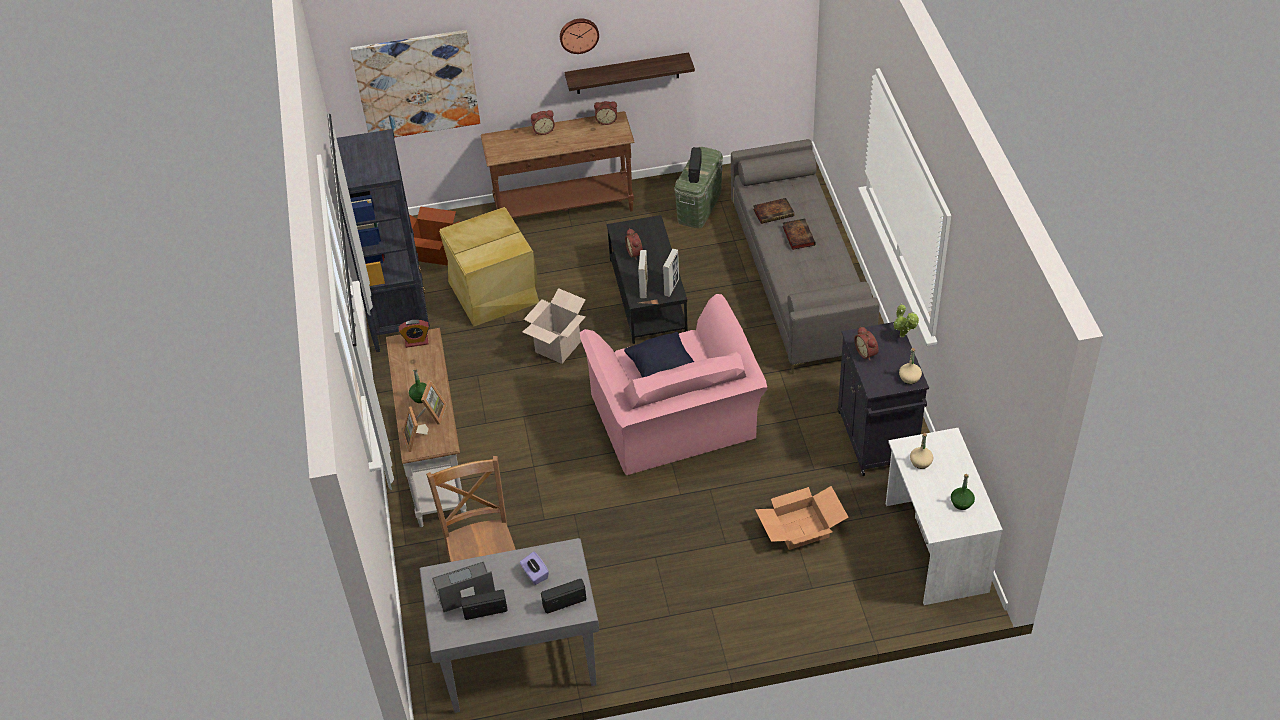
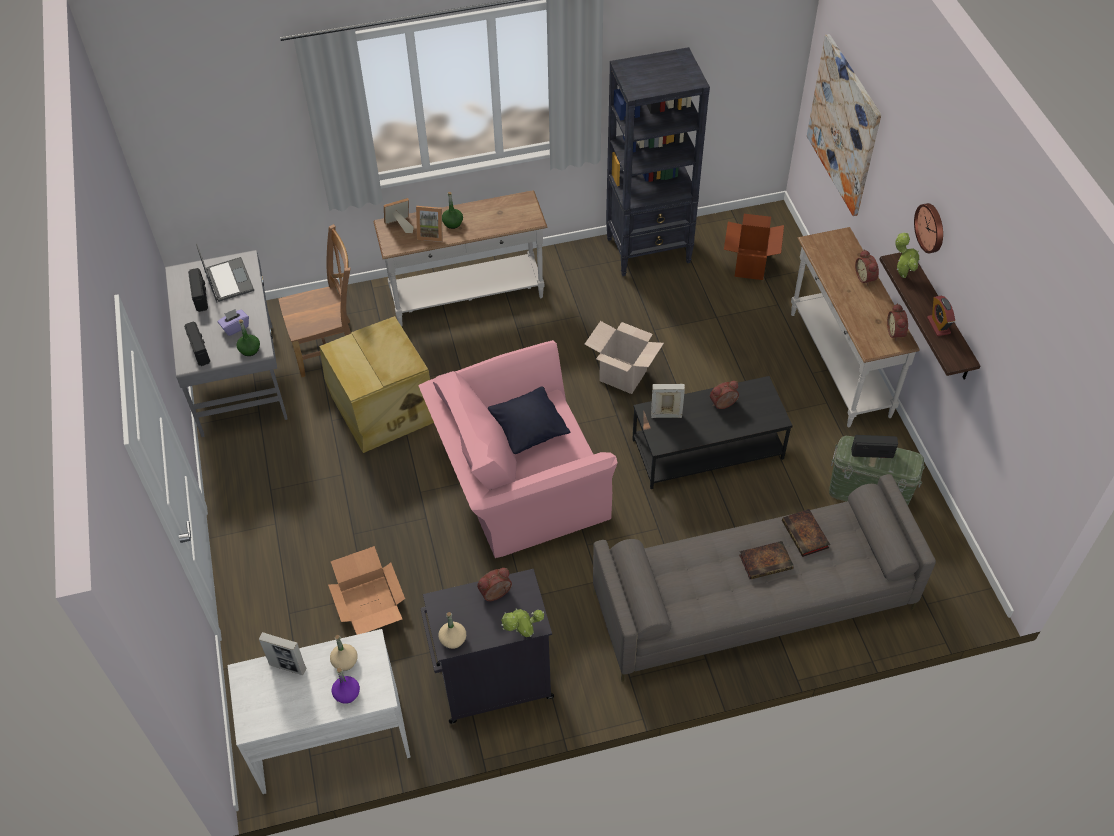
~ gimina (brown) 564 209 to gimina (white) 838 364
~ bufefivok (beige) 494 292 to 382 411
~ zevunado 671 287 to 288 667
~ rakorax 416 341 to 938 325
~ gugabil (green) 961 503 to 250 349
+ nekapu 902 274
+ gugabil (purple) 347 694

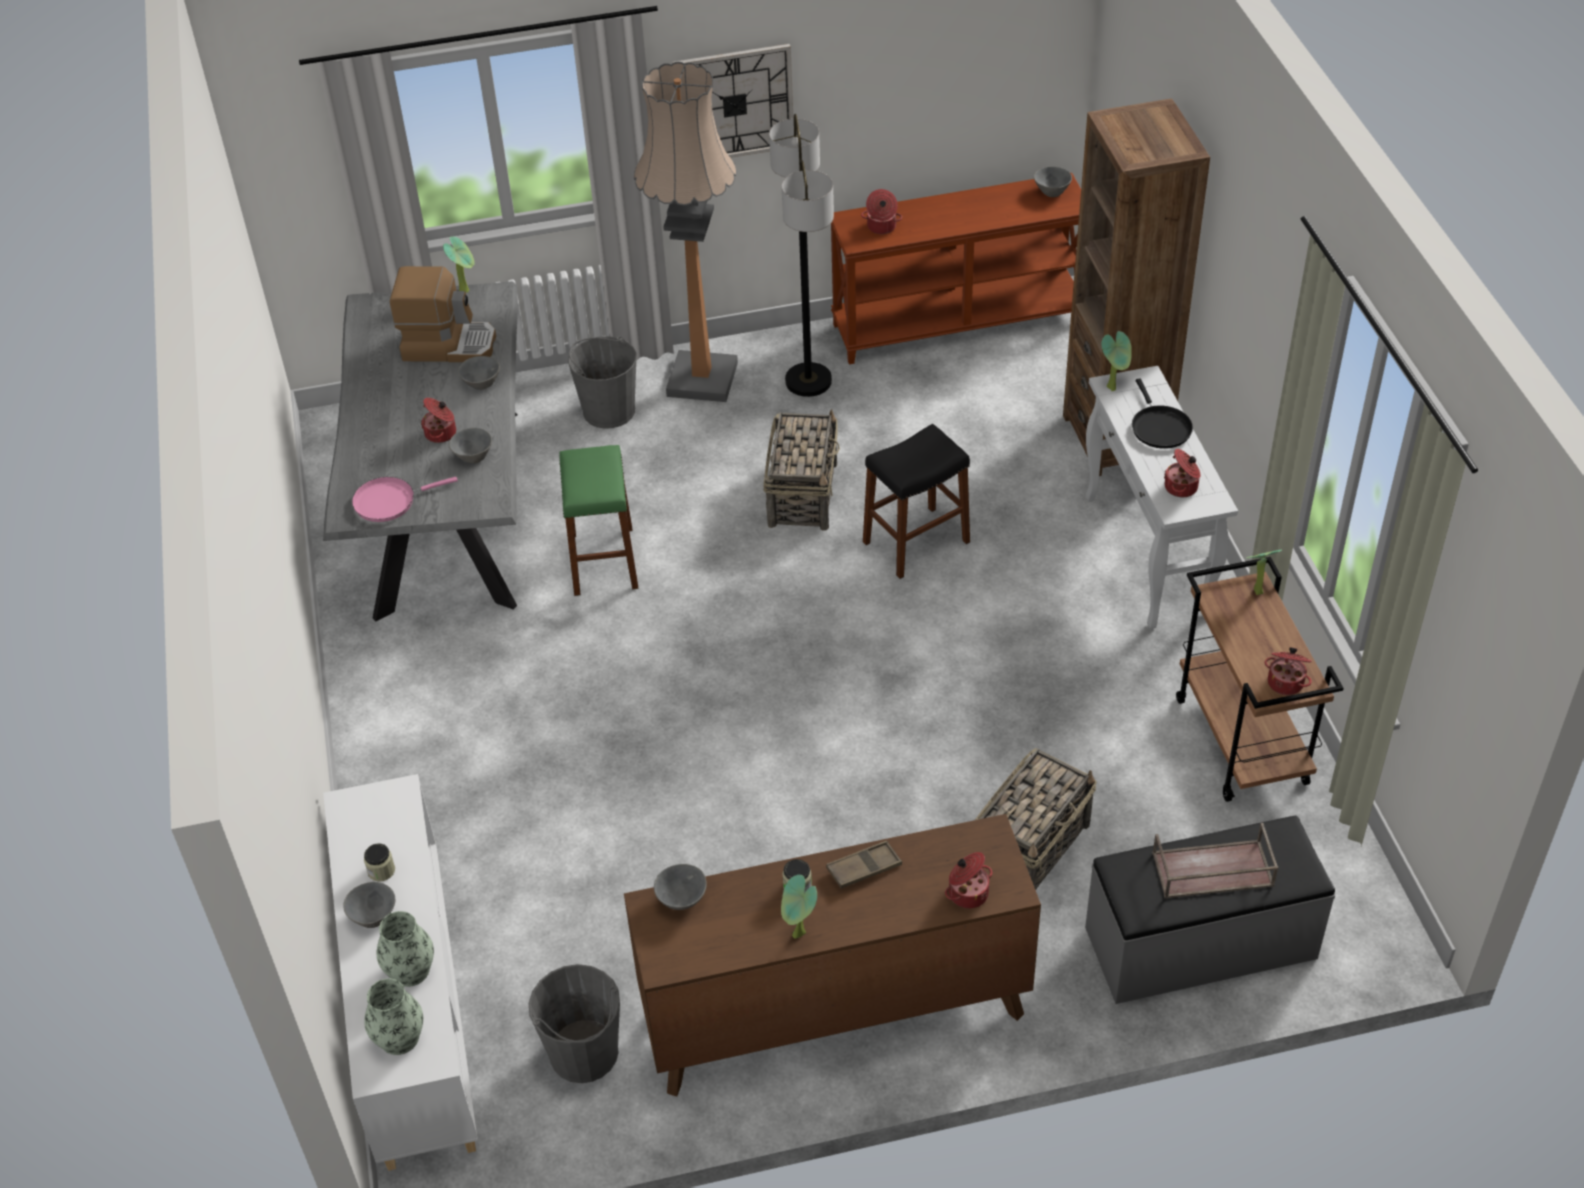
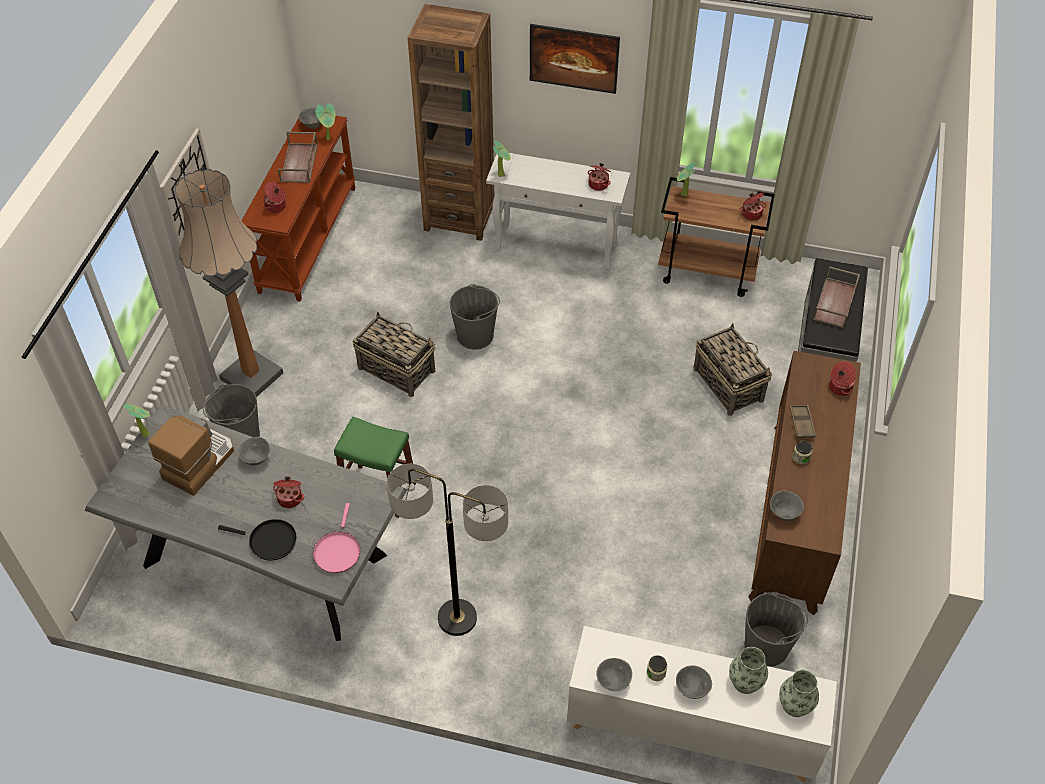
~ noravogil 808 381 to 457 618
~ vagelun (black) 1159 427 to 269 541
~ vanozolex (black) 916 542 to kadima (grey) 475 335
~ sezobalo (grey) 474 455 to 612 680
~ nekapu 799 936 to 329 138
+ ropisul 573 72
+ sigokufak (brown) 299 163

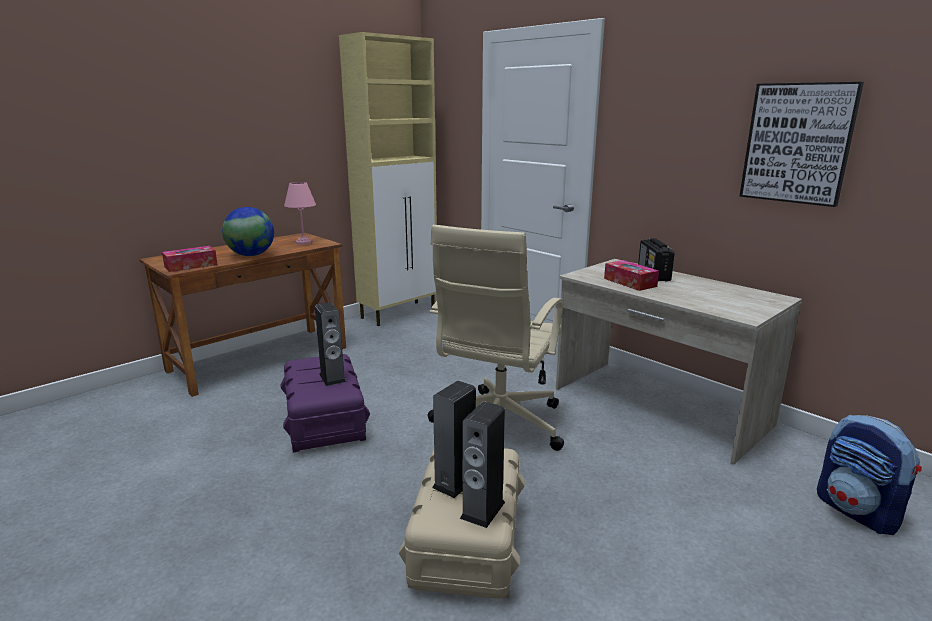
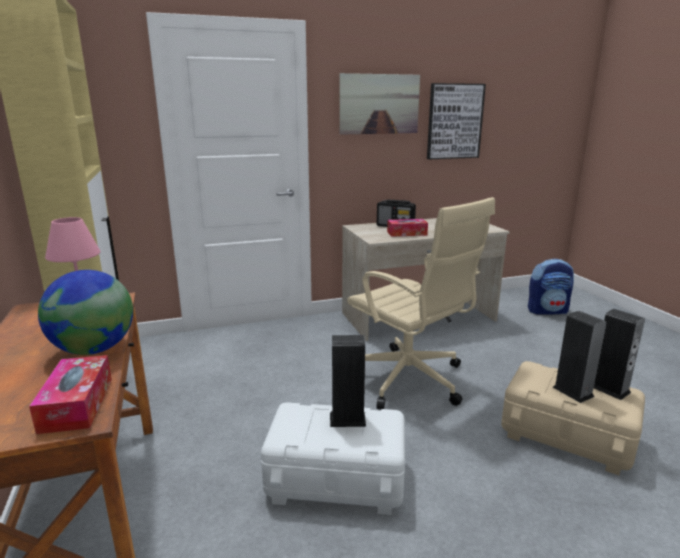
~ bufefivok (purple) 324 422 to bufefivok (white) 336 478
+ ropisul 379 104

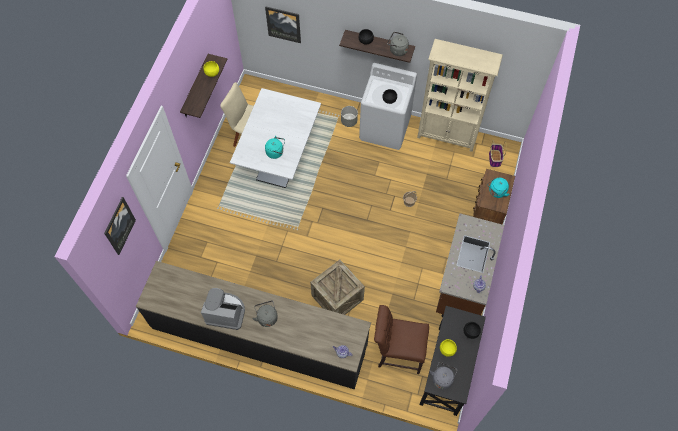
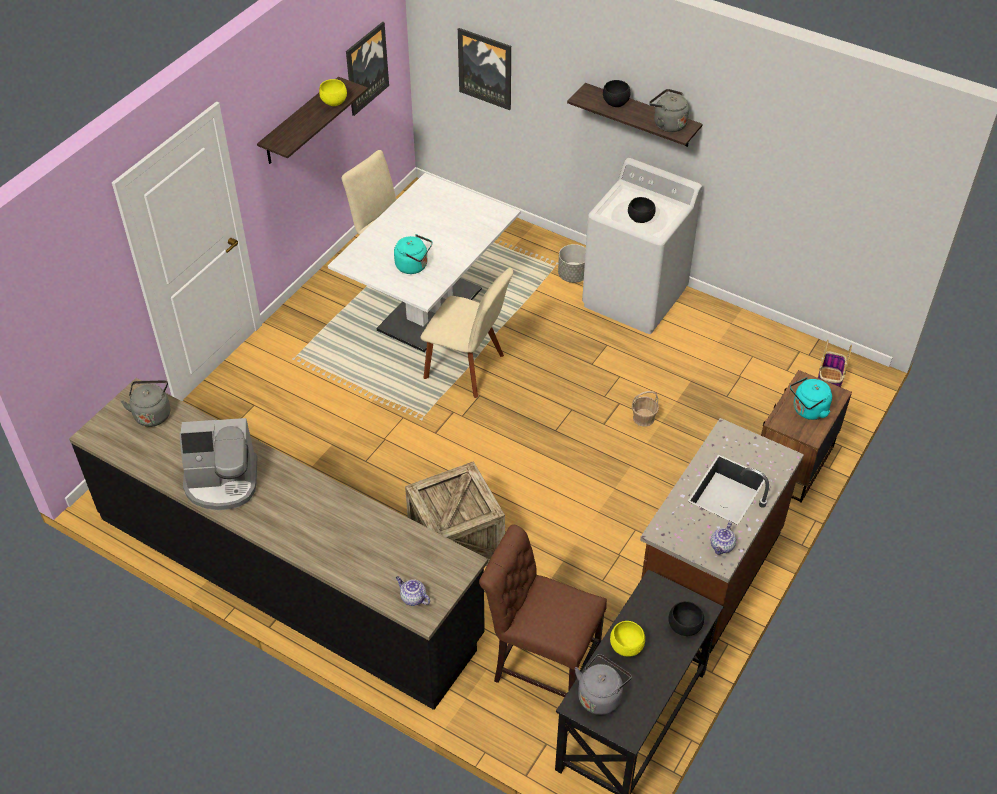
- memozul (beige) 447 136
~ ropisul 119 226 to 366 68
~ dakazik 225 312 = 222 482 150 degrees clockwise
~ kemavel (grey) 267 317 to 152 413
+ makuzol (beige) 468 368

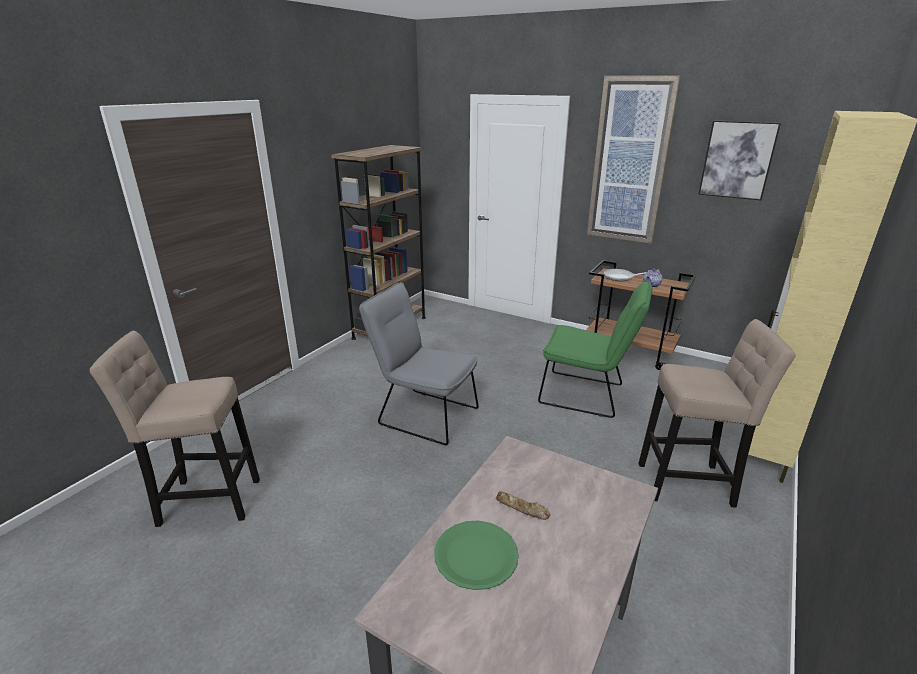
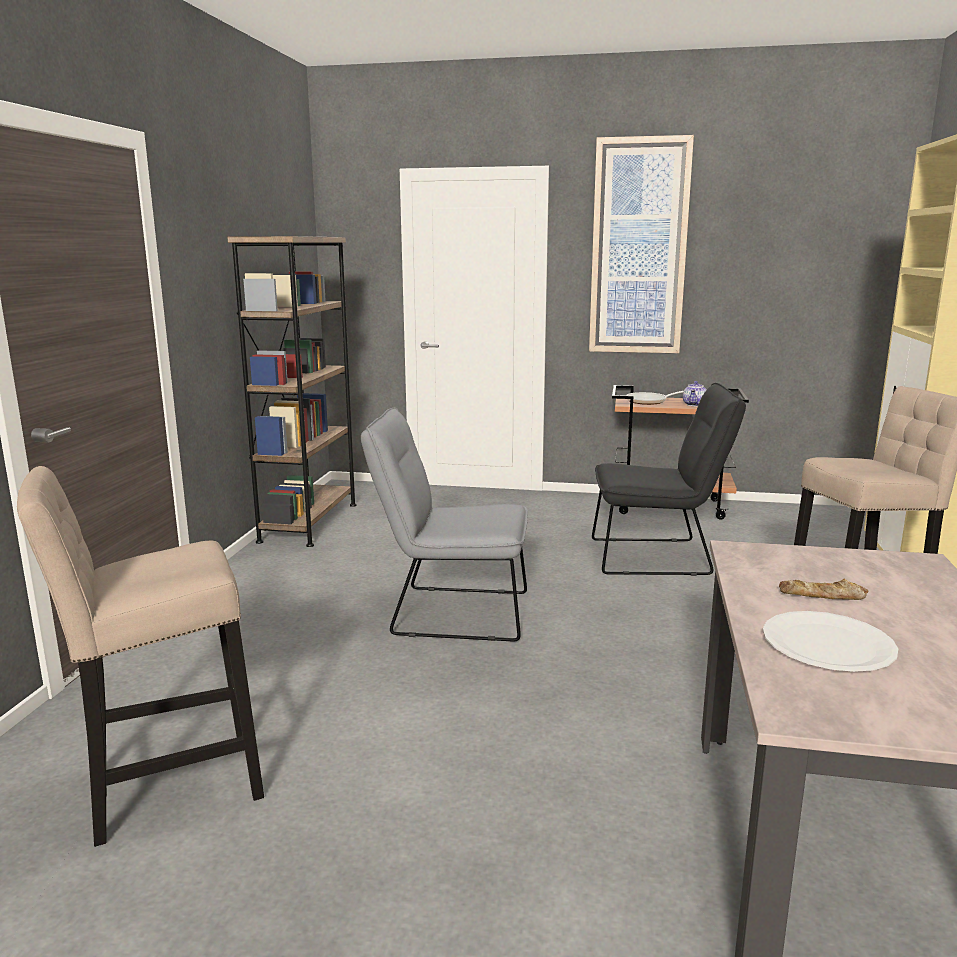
- ropisul 737 160
~ makuzol (green) 587 395 to makuzol (black) 659 557
~ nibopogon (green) 476 556 to nibopogon (white) 828 645

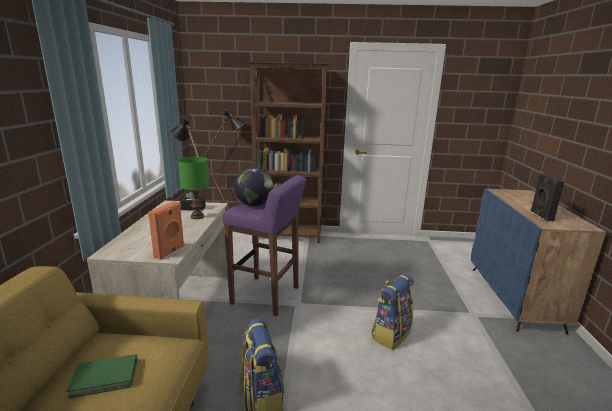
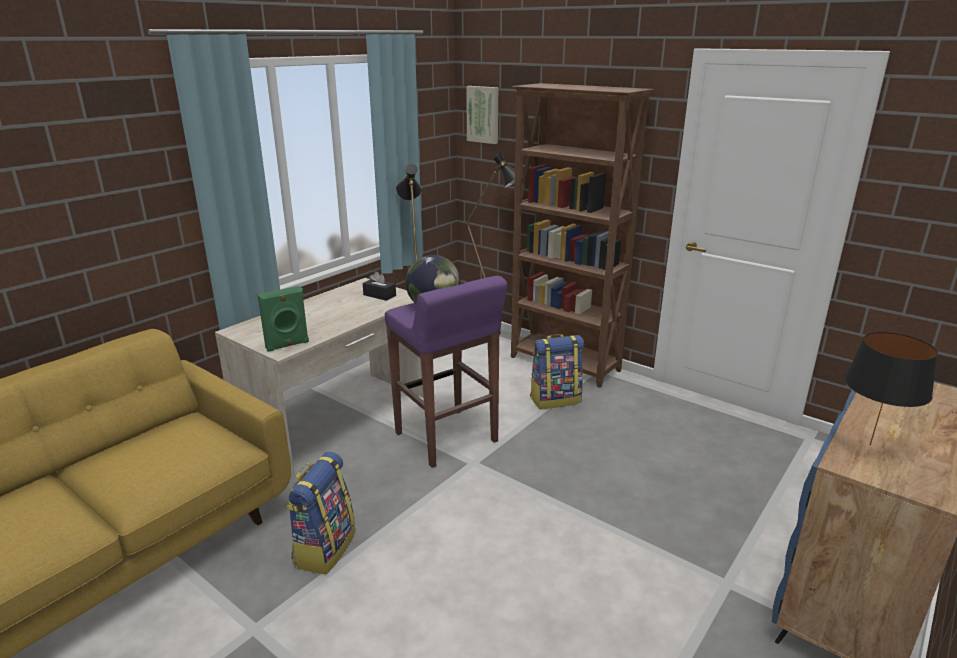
- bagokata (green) 197 216
~ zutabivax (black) 540 216 to bagokata (black) 870 445
~ zutabivax (orange) 170 252 to zutabivax (green) 287 345
~ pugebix 390 334 to 555 399
- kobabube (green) 105 378
+ ropisul 483 114

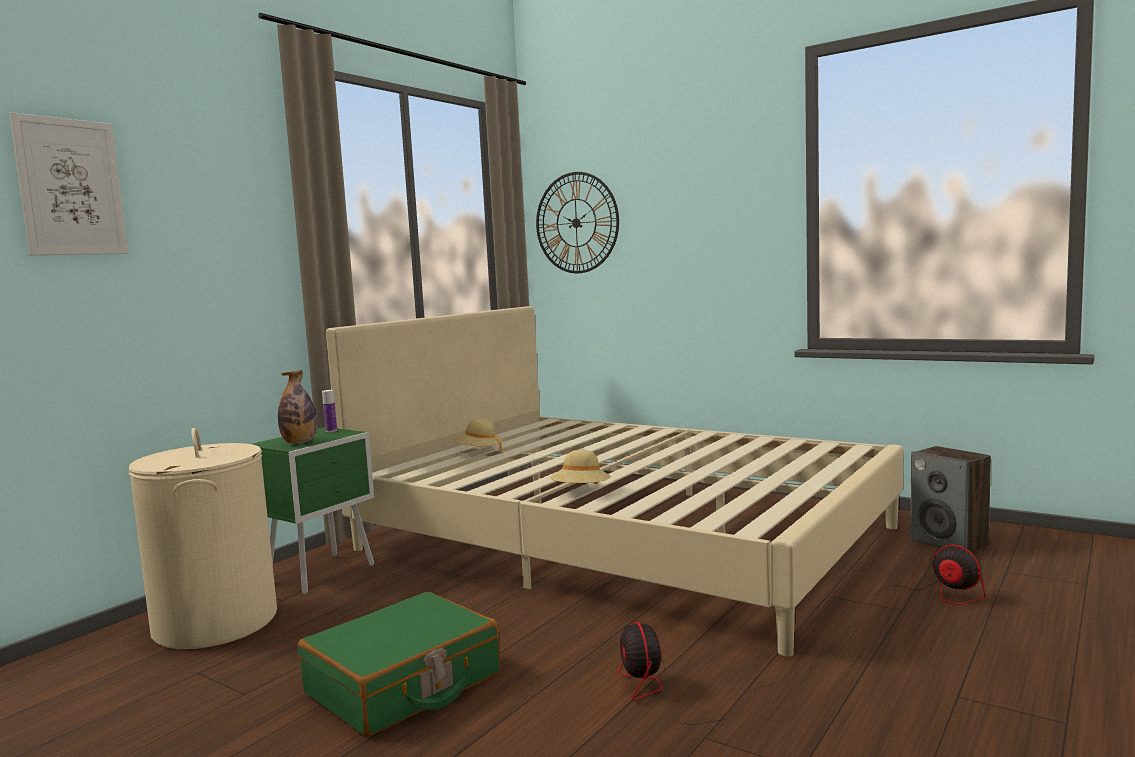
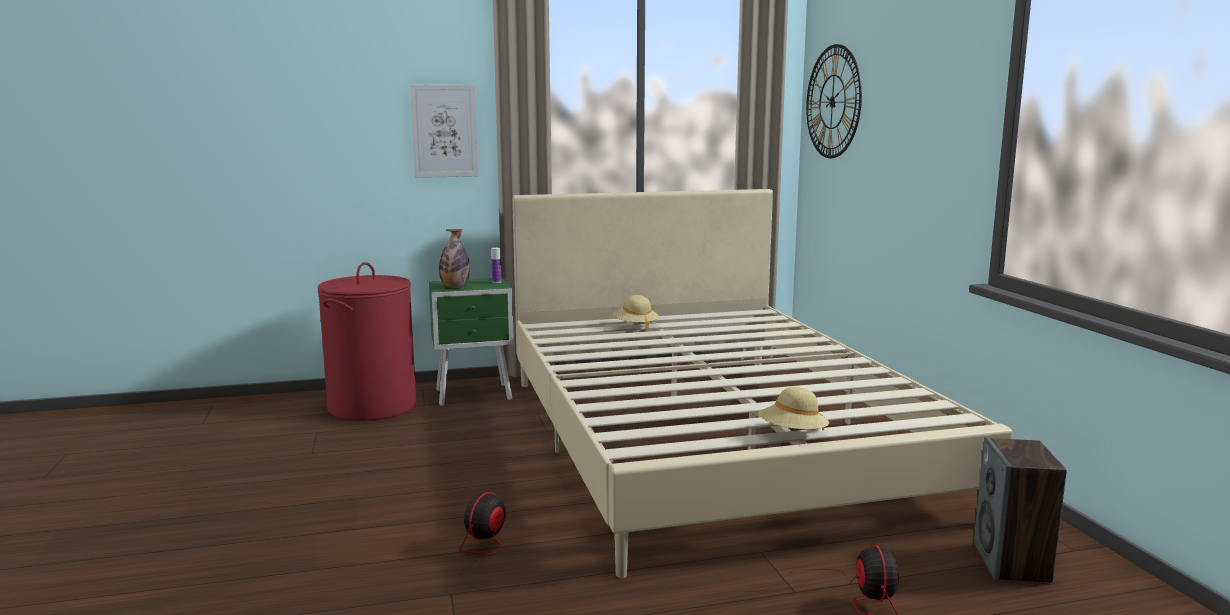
~ ropisul 71 187 to 444 131
~ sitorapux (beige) 216 623 to sitorapux (red) 372 406
~ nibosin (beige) 581 492 to 792 434
- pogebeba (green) 404 684

